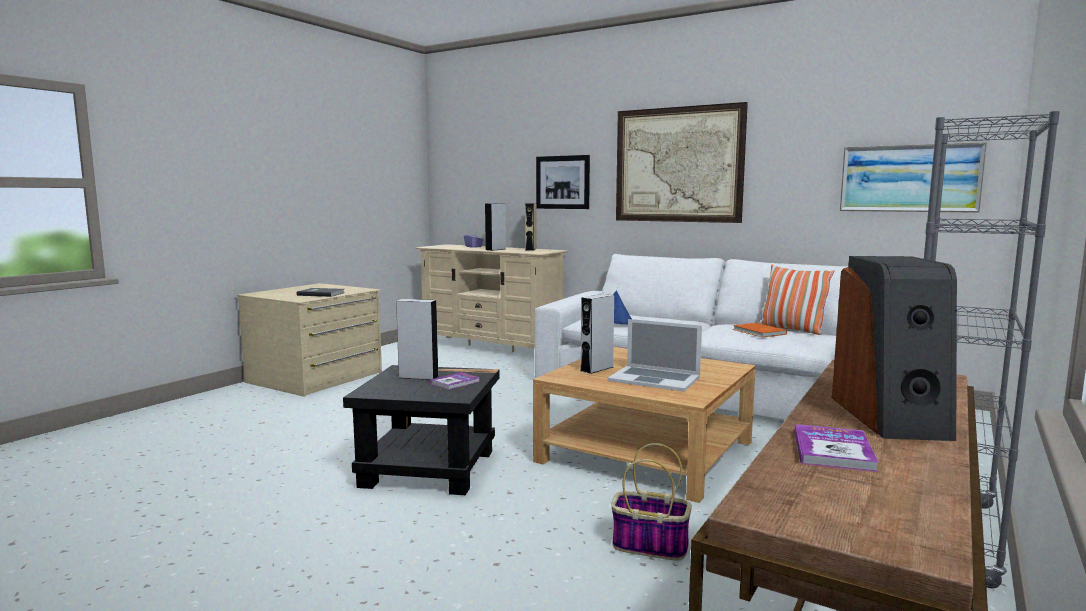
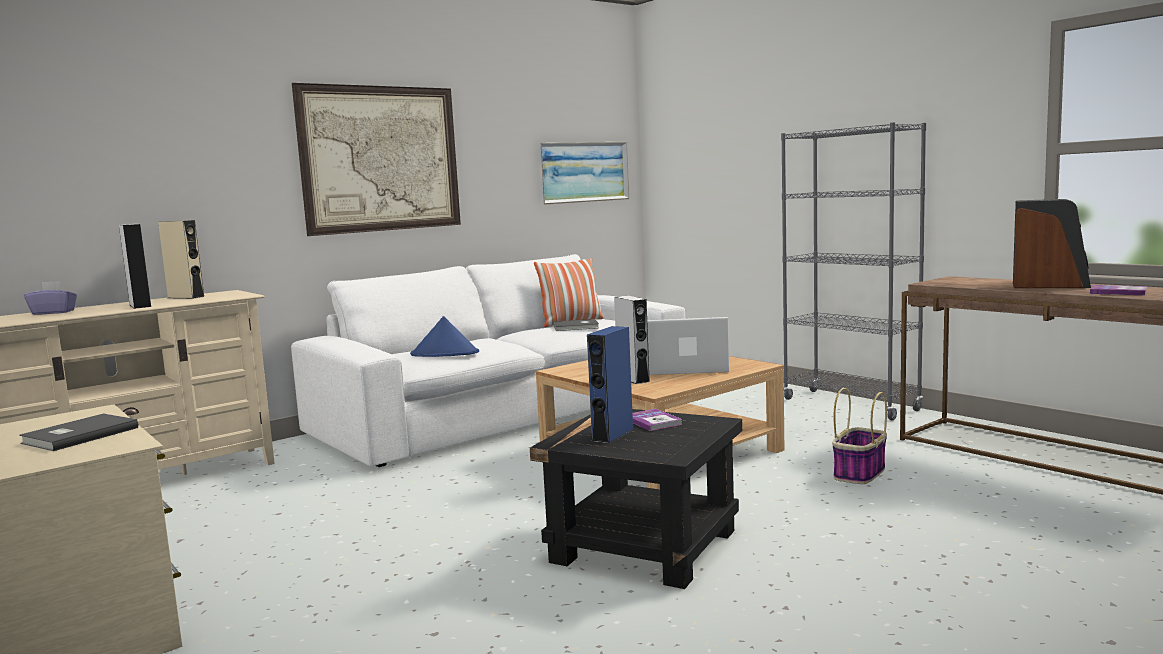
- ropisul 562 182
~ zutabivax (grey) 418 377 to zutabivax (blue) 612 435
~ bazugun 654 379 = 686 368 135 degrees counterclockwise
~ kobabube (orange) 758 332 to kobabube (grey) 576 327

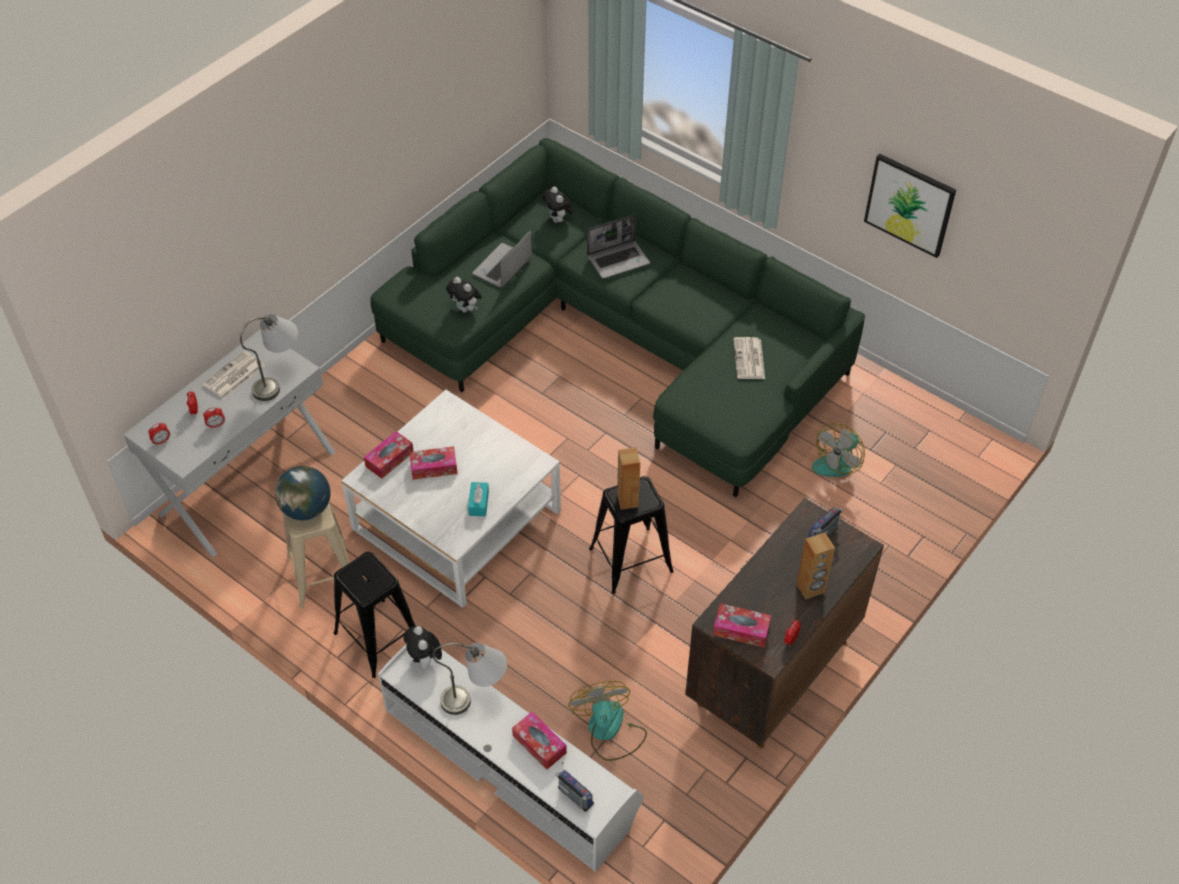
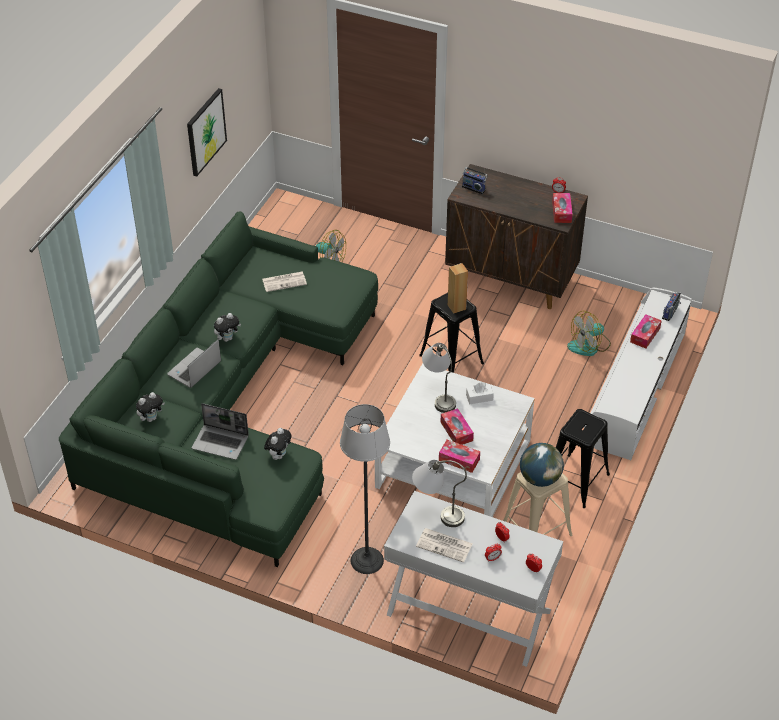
~ bazugun 618 260 = 194 369 105 degrees counterclockwise
~ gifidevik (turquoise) 478 503 to gifidevik (white) 479 398
- zutabivax (brown) 810 588
~ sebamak 425 660 to 227 338
~ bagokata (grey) 476 699 to 439 394
+ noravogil 366 560

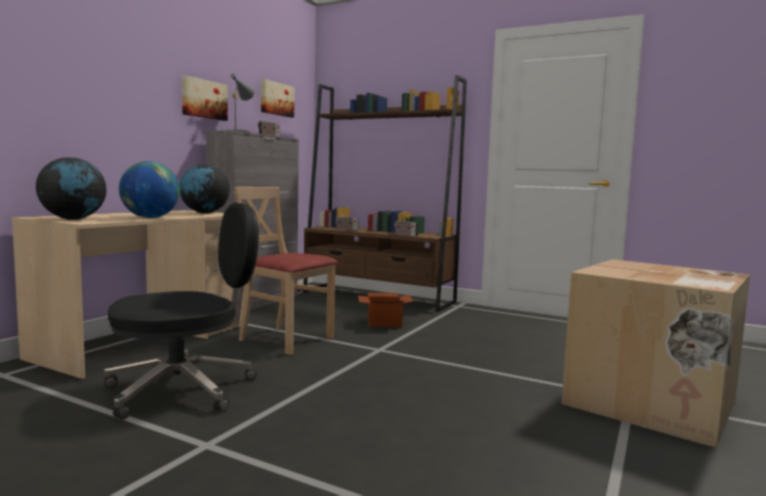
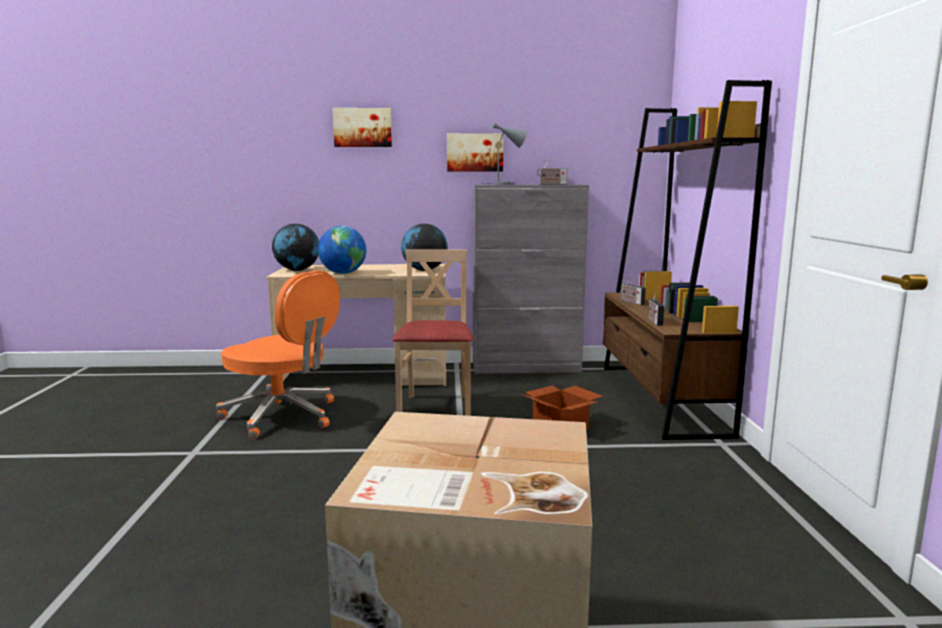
~ ropisul 276 99 to 362 127
~ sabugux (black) 184 389 to sabugux (orange) 283 416

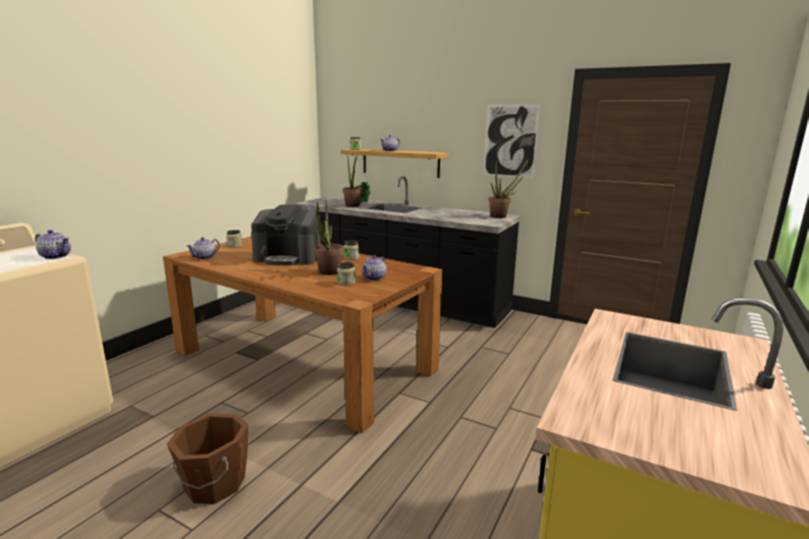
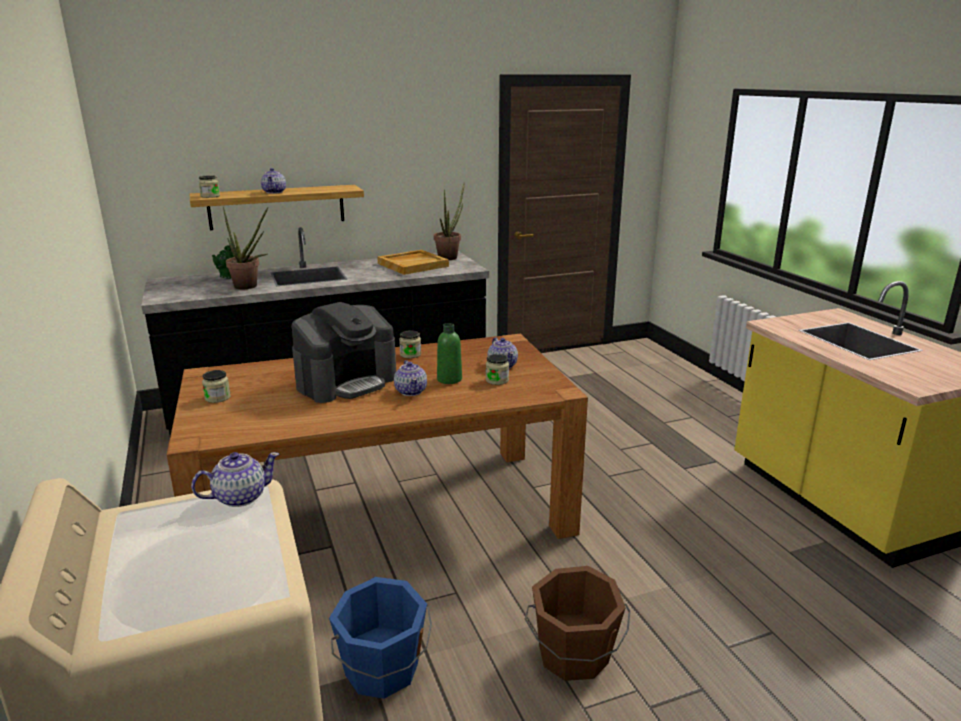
- ropisul 510 141
~ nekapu 328 273 to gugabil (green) 449 379
~ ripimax 205 257 to 411 391
+ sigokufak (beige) 413 265
+ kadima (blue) 382 670

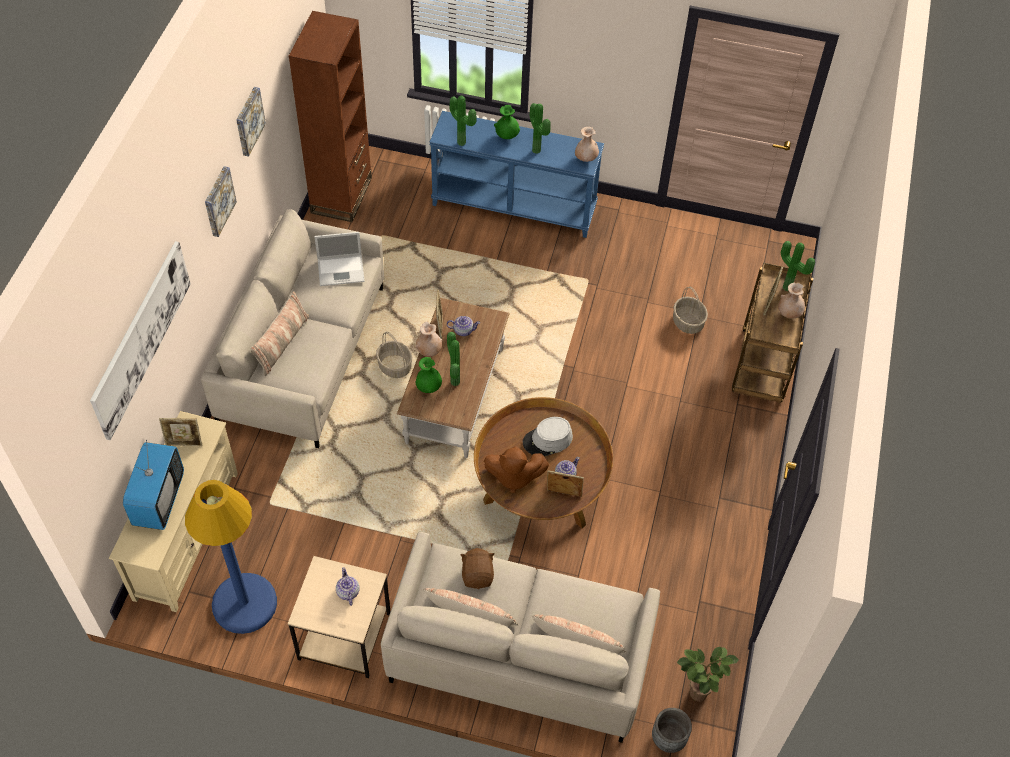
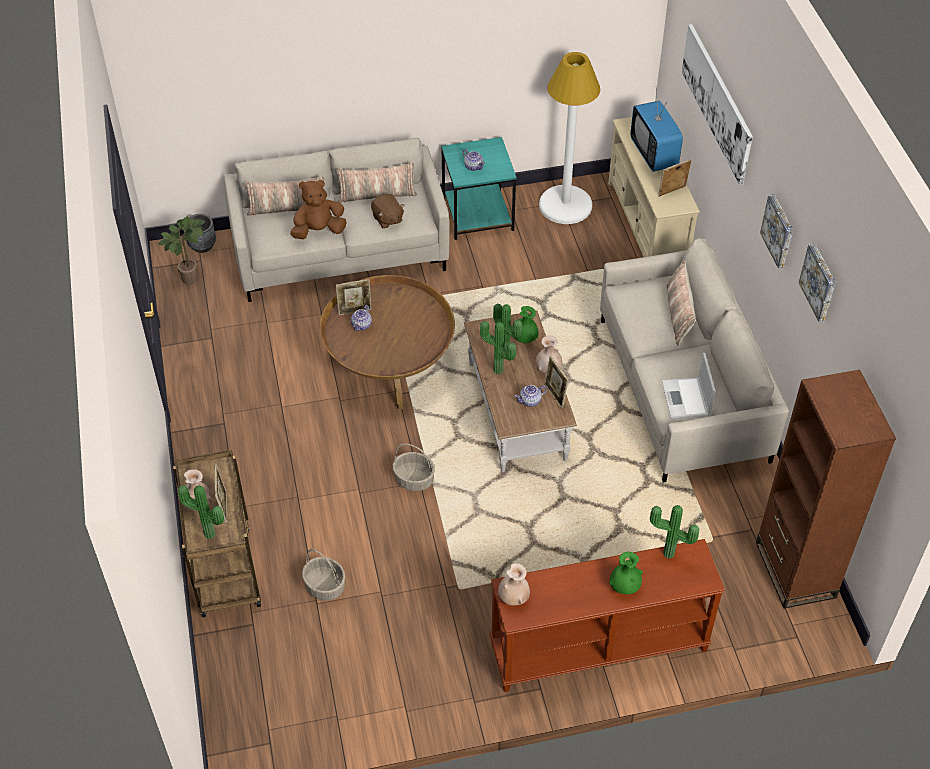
~ nekapu 538 150 to 497 372
~ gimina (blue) 514 205 to gimina (brown) 598 648
~ bazugun 342 270 = 686 399 60 degrees counterclockwise
~ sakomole 395 366 to 413 480
- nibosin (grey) 547 440
~ sebamak (brown) 513 476 to 319 231
~ noravogil (blue) 244 603 to noravogil (white) 565 205
~ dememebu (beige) 343 637 to dememebu (turquoise) 478 214

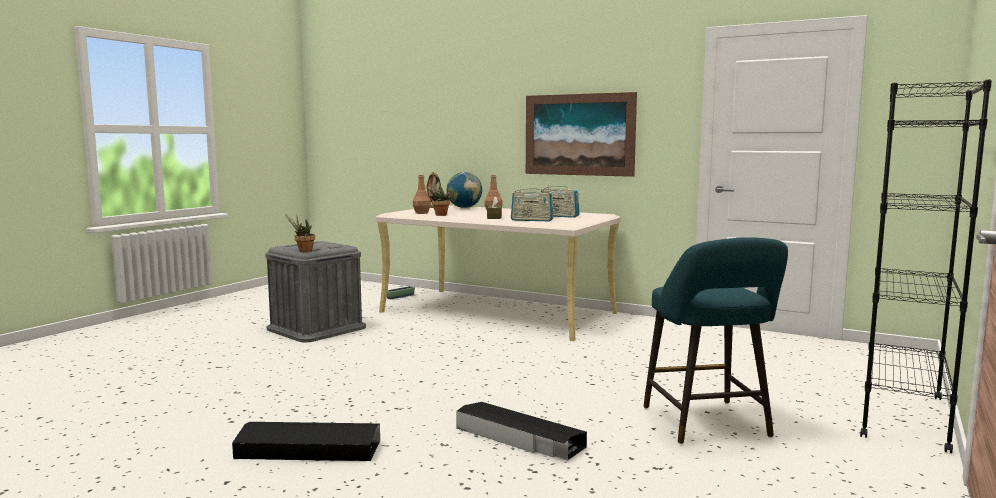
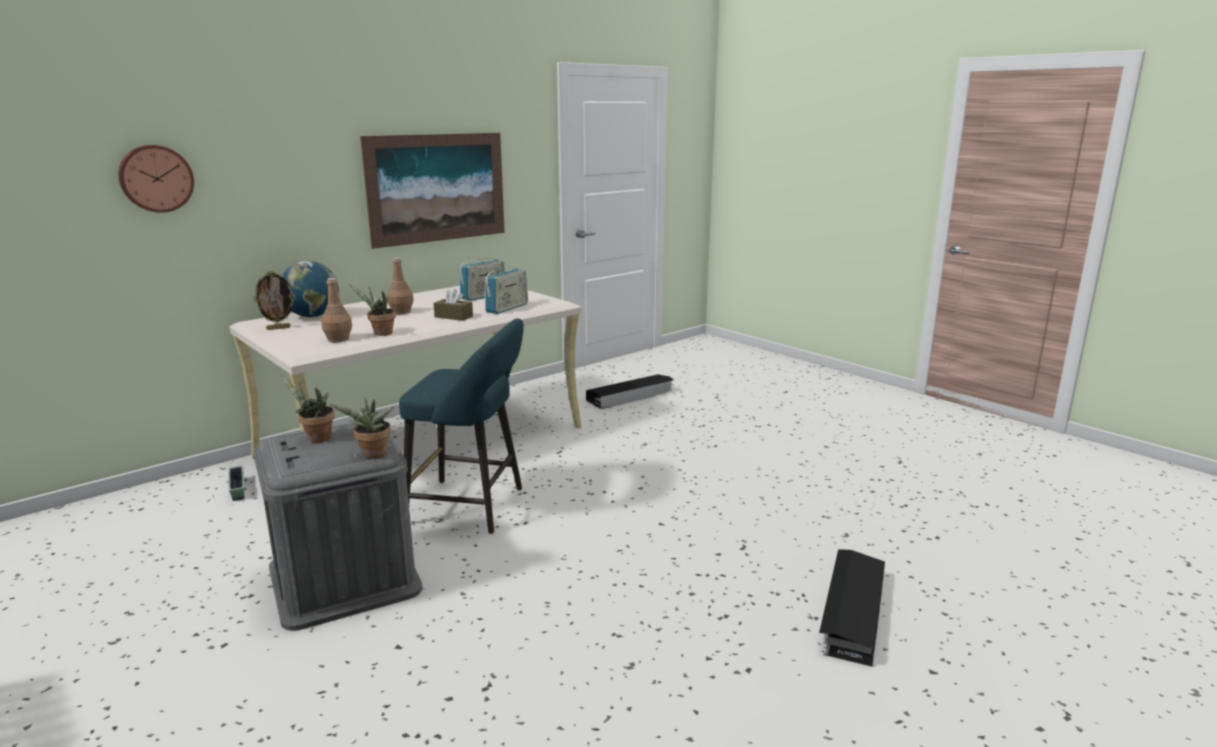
- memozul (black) 903 416
~ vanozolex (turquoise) 708 425 to 472 507
~ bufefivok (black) 519 438 to 631 396
+ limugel 156 178
+ nekapu 316 438

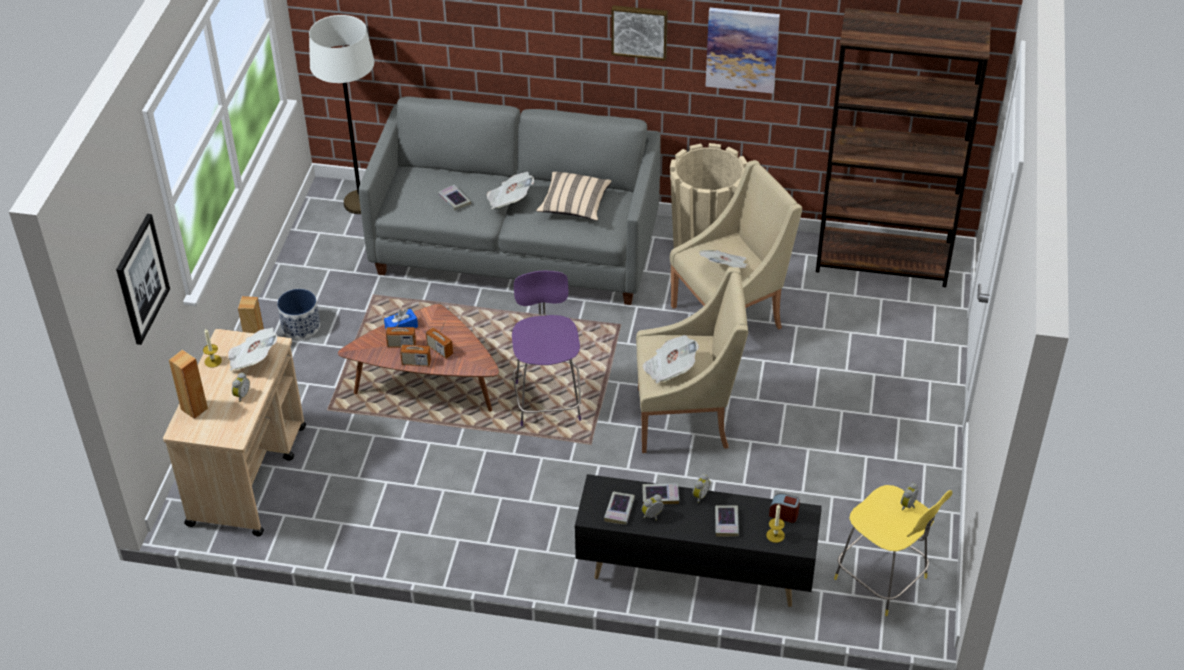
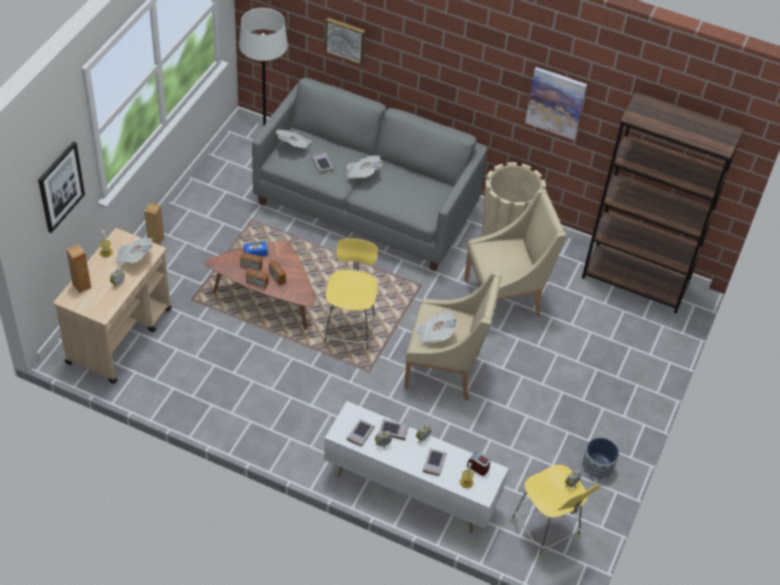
~ ropisul 639 31 to 346 40
- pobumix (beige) 574 206
~ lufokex 725 268 to 294 146
~ vanozolex (purple) 548 399 to vanozolex (yellow) 349 330
~ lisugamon 301 327 to 597 467
~ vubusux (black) 694 573 to vubusux (white) 410 490

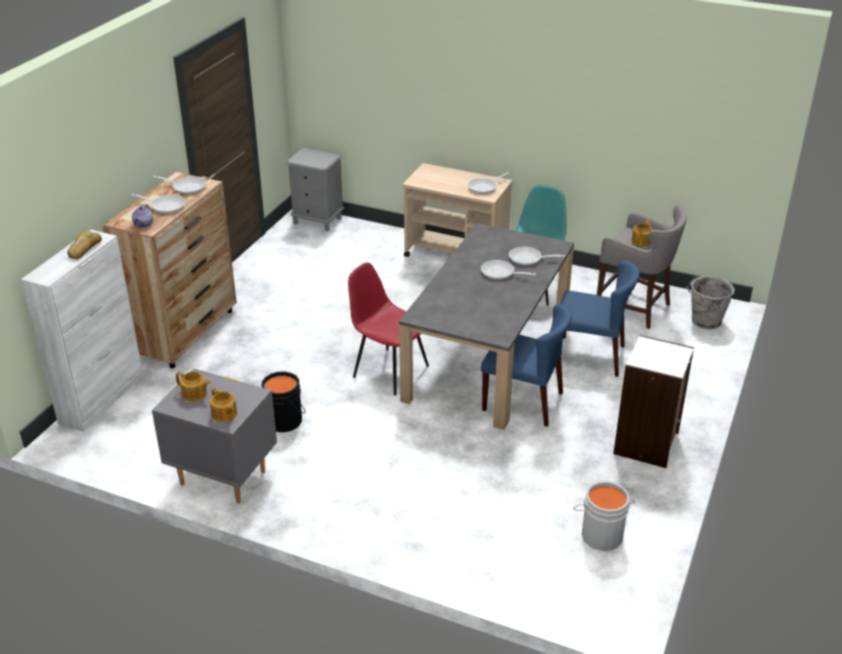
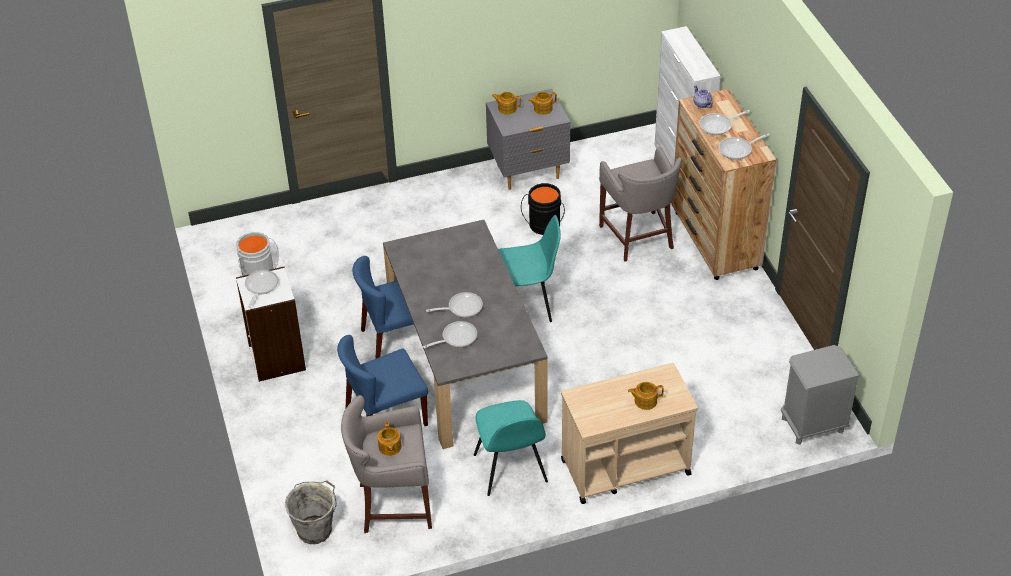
~ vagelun 484 187 to 260 287
- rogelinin 84 249
~ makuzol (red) 389 371 to makuzol (turquoise) 525 304
+ vanozolex (grey) 638 238
+ ripimax 645 401

